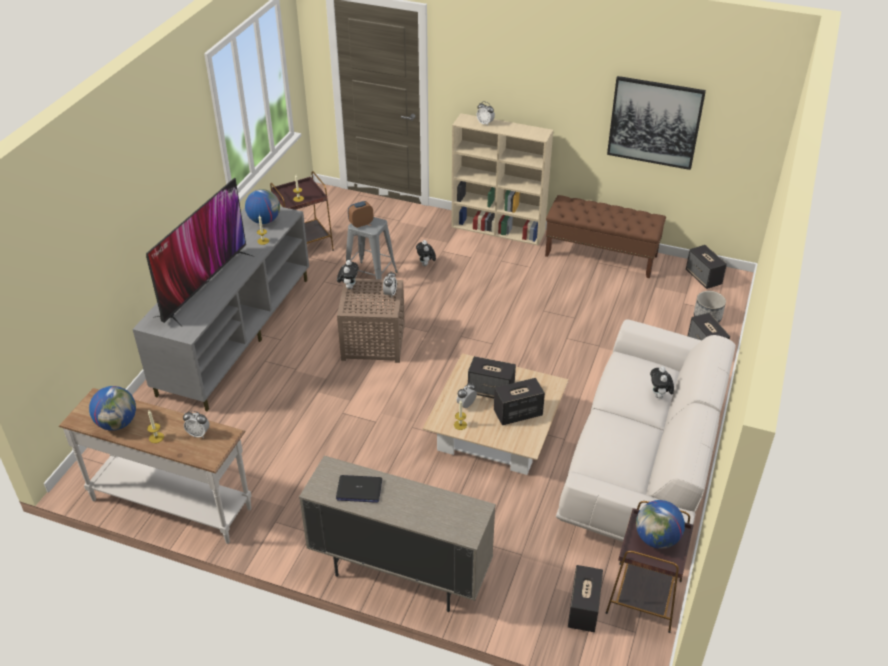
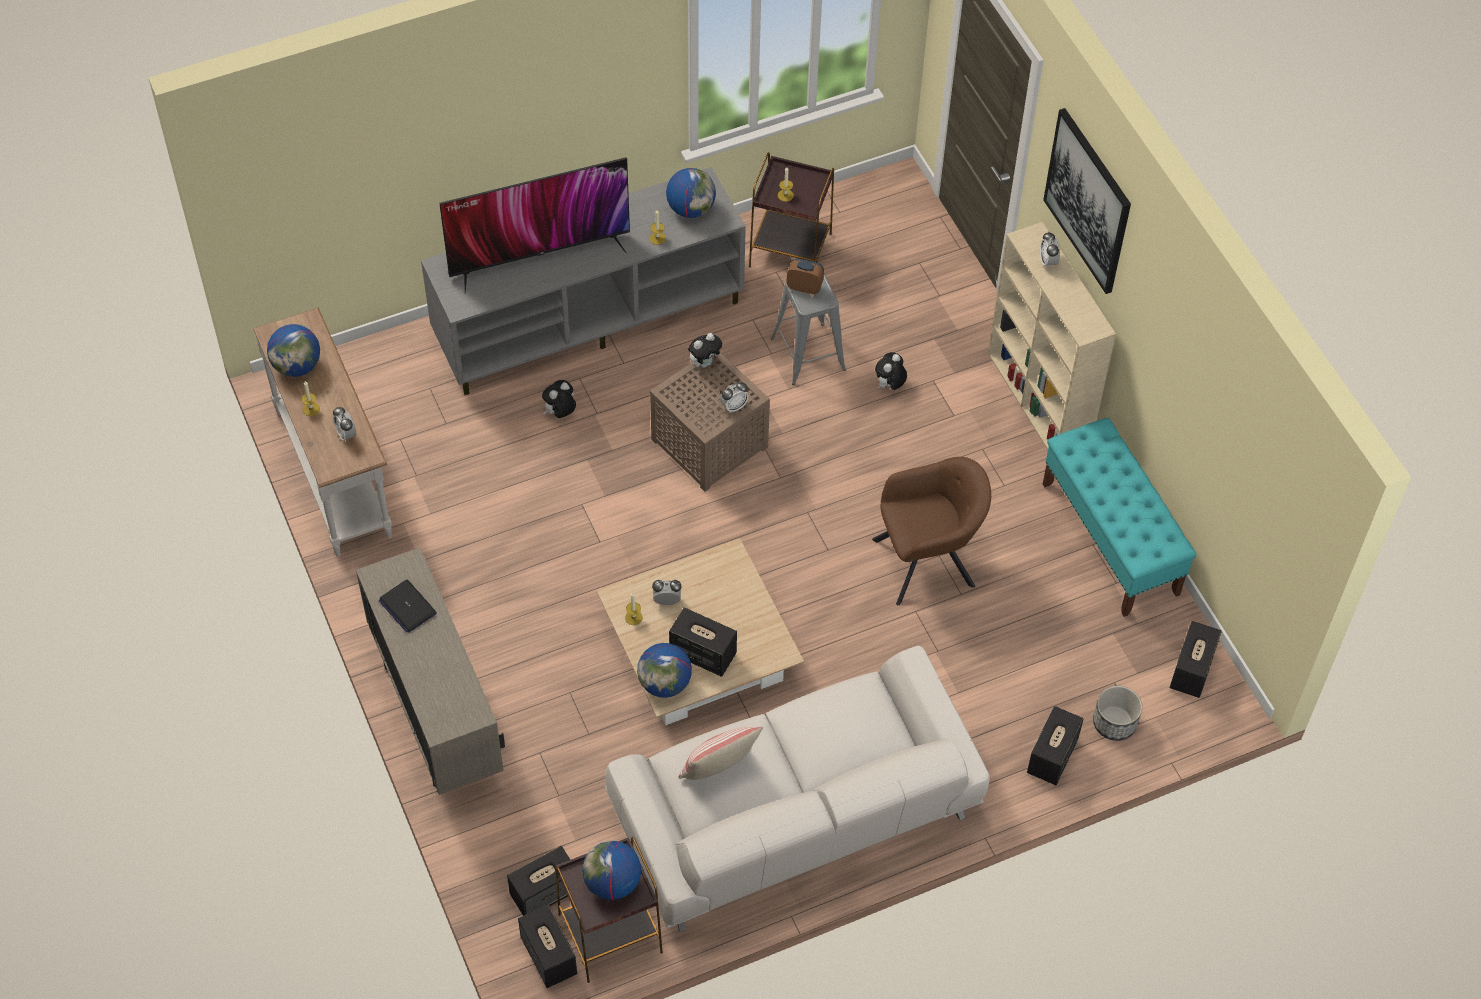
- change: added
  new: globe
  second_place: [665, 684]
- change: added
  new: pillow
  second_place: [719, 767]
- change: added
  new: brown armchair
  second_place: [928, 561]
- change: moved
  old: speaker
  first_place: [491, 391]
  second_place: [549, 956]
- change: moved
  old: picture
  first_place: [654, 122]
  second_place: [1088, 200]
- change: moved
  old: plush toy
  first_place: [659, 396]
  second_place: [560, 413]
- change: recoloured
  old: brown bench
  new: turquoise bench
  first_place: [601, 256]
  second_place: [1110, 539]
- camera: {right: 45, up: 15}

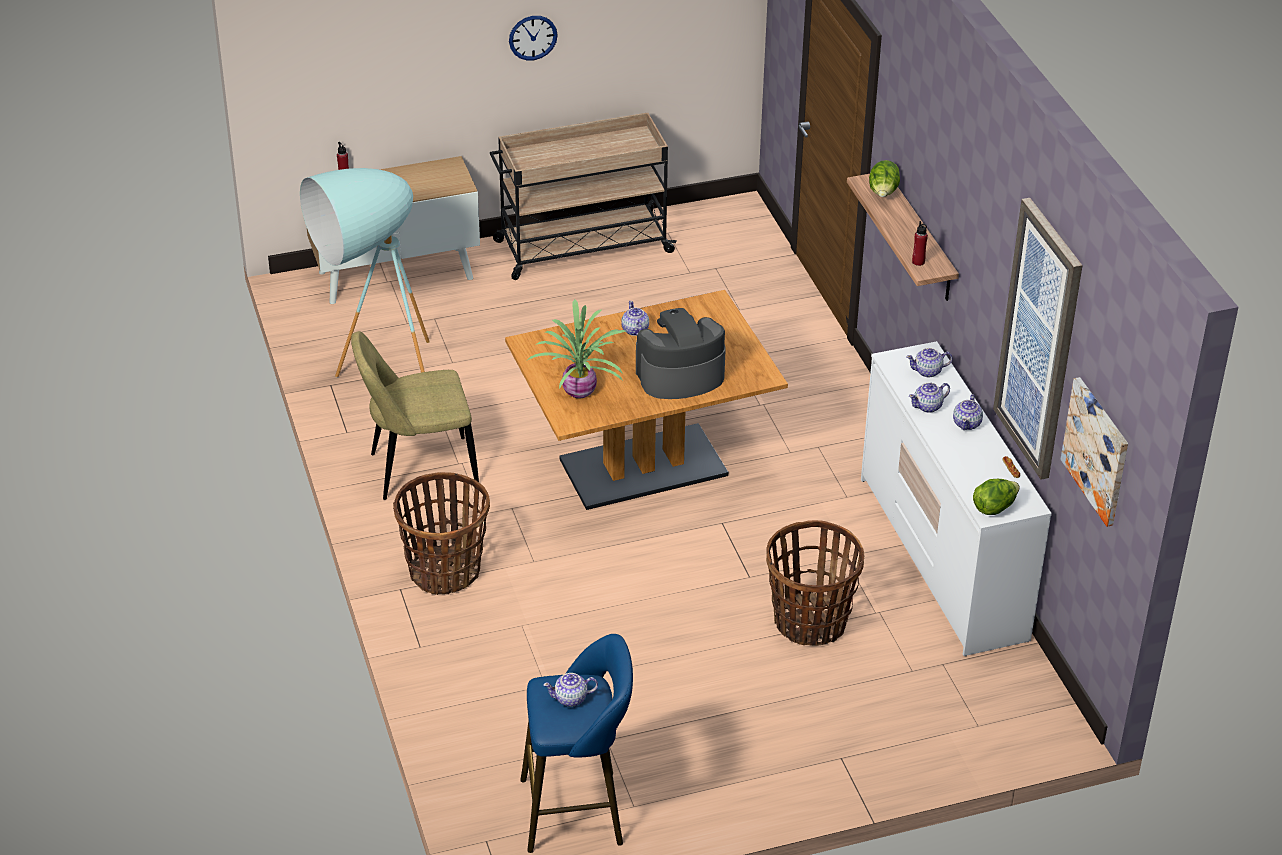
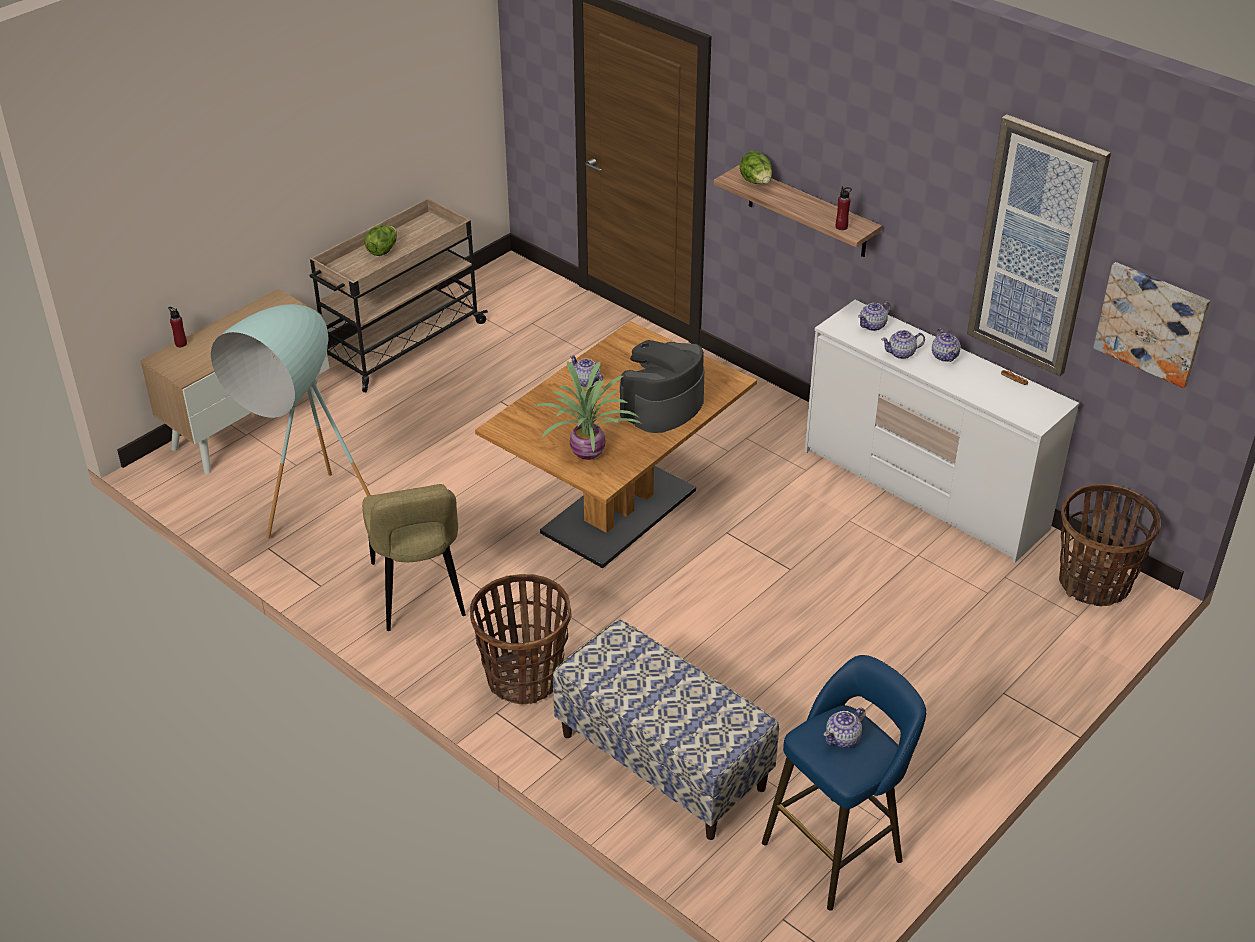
- change: removed
  old: wall clock
  first_place: [533, 37]
- change: added
  new: bench
  second_place: [661, 761]
- change: moved
  old: basket
  first_place: [810, 622]
  second_place: [1094, 583]
- change: moved
  old: lettuce
  first_place: [994, 507]
  second_place: [382, 250]
- change: turned
  old: beige chair
  first_place: [418, 470]
  second_place: [419, 594]
  degrees: -60
- change: turned
  old: teapot
  first_place: [928, 406]
  second_place: [901, 353]
  degrees: 45
- camera: {right: -30, up: 0}

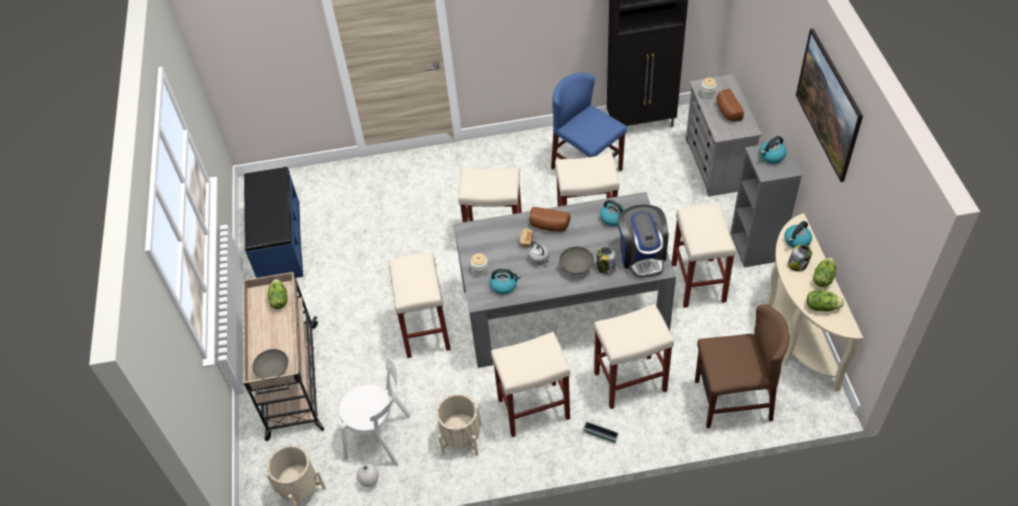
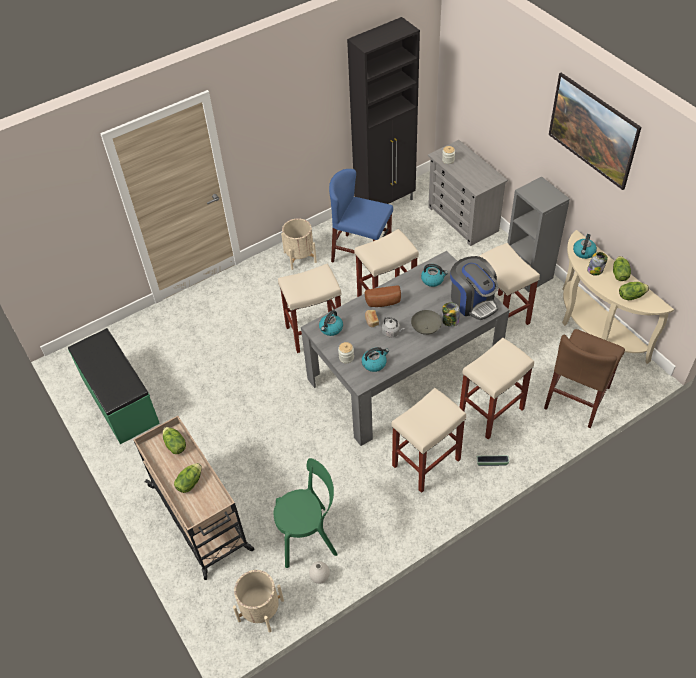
- change: removed
  old: grey bowl
  first_place: [273, 370]
- change: removed
  old: beige stool
  first_place: [424, 330]
- change: removed
  old: bread
  first_place: [727, 111]
- change: added
  new: lettuce
  second_place: [189, 482]
- change: moved
  old: beige planter
  first_place: [461, 438]
  second_place: [300, 257]
- change: moved
  old: kettle
  first_place: [771, 156]
  second_place: [331, 329]
- change: recoloured
  old: blue bench
  new: green bench
  first_place: [279, 242]
  second_place: [119, 401]
- change: recoloured
  old: white chair
  new: green chair
  first_place: [381, 437]
  second_place: [309, 536]
- change: turned
  old: brown chair
  first_place: [732, 400]
  second_place: [577, 397]
  degrees: 150
- camera: {right: -25, up: 0}

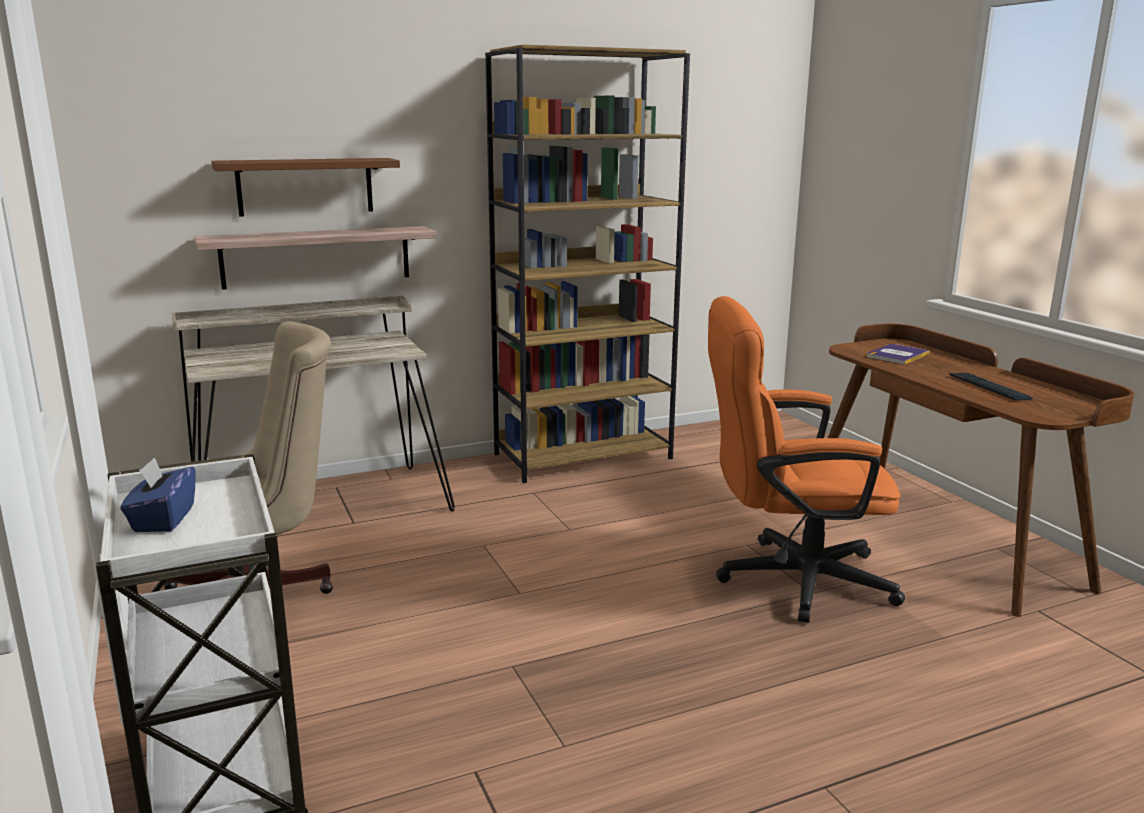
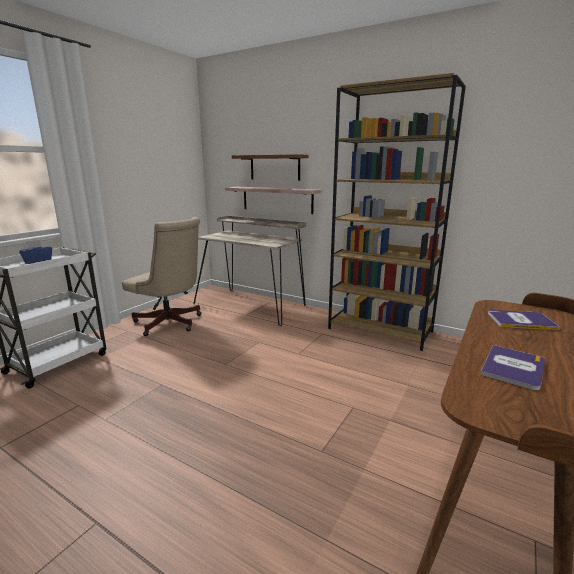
- change: removed
  old: orange office chair
  first_place: [788, 579]
- change: replaced
  old: keyboard
  new: book
  first_place: [988, 387]
  second_place: [513, 368]
- camera: {right: 55, up: 0}

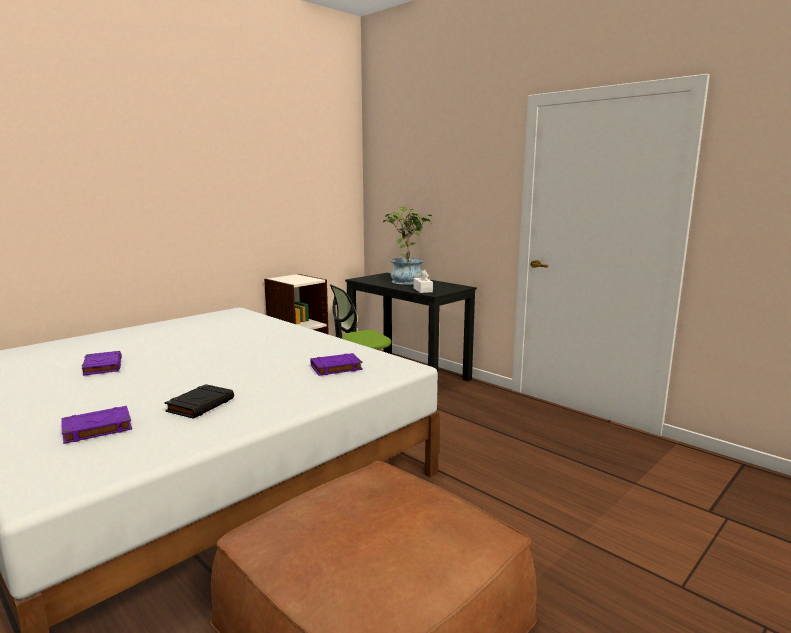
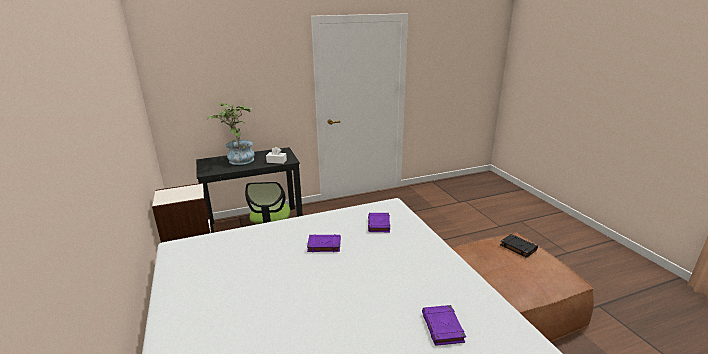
- change: moved
  old: purple book
  first_place: [102, 366]
  second_place: [323, 245]
- change: moved
  old: black book
  first_place: [201, 405]
  second_place: [517, 247]
- camera: {right: -65, up: 10}

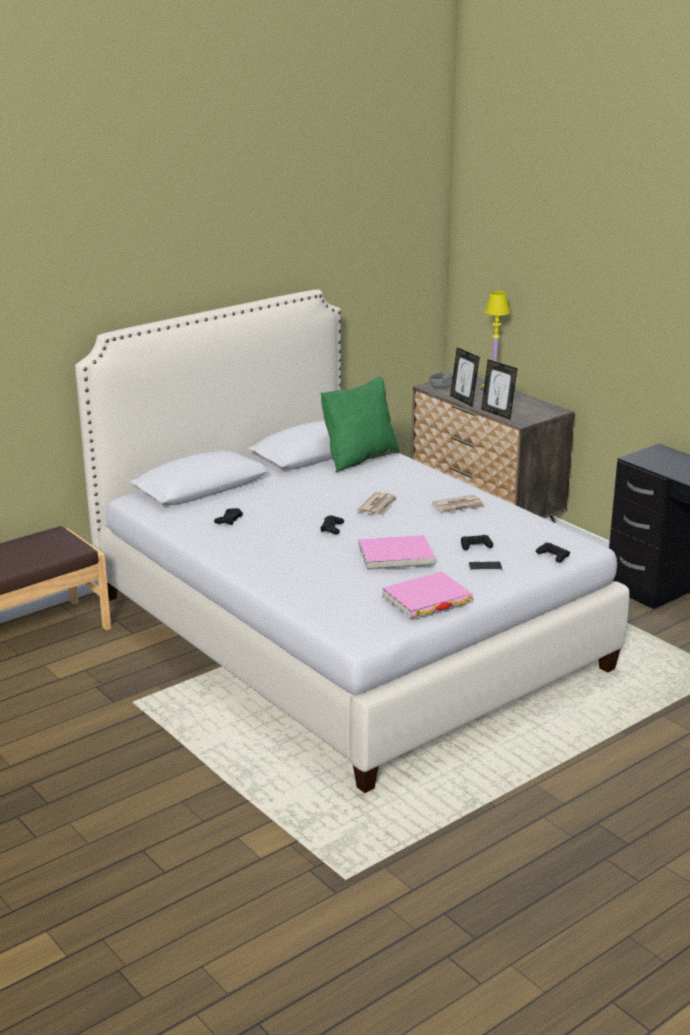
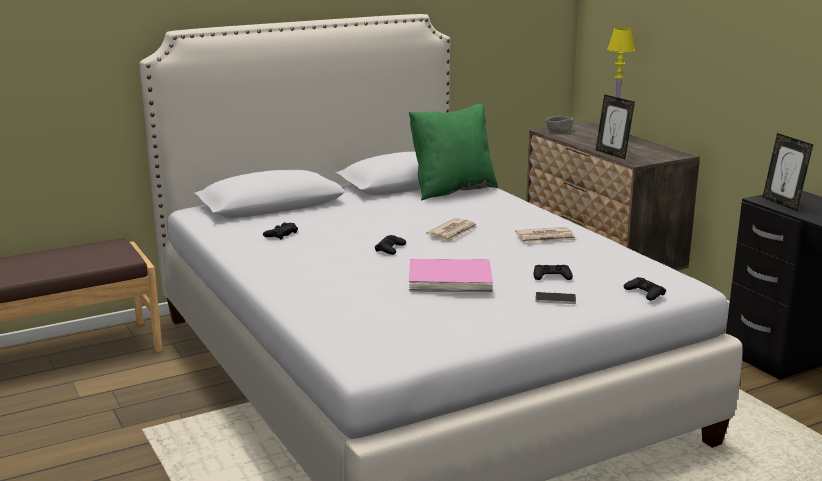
- change: removed
  old: pink book
  first_place: [427, 599]
- change: moved
  old: picture frame
  first_place: [463, 400]
  second_place: [782, 203]
- camera: {right: 10, up: -5}

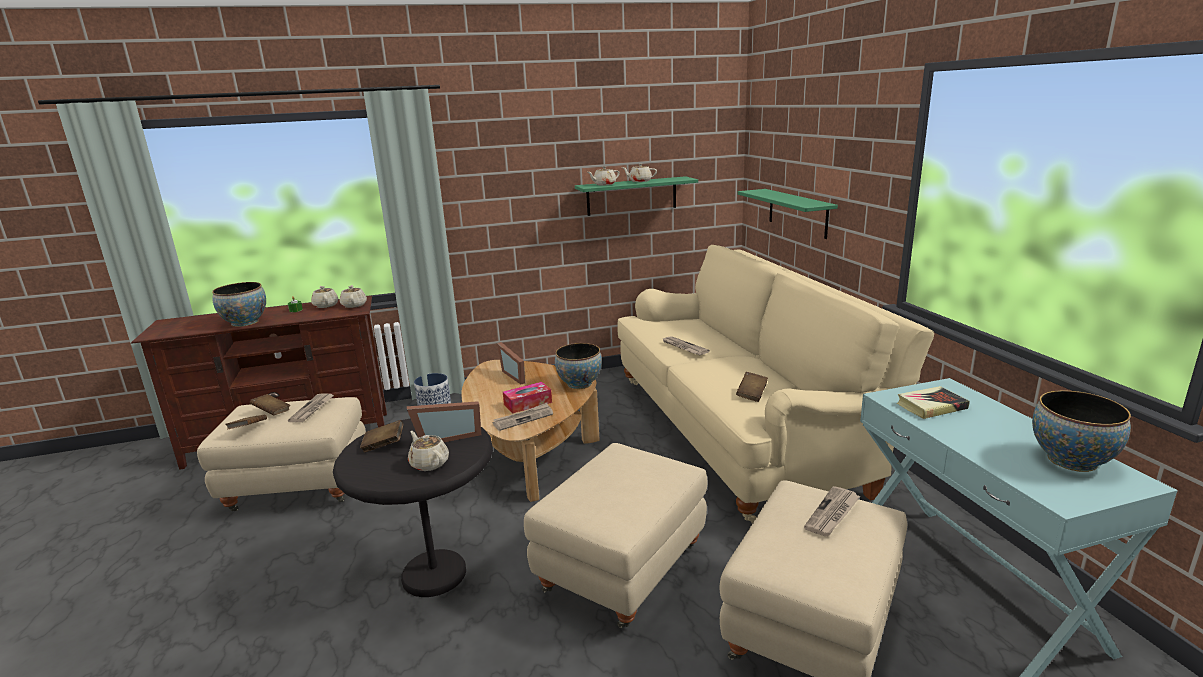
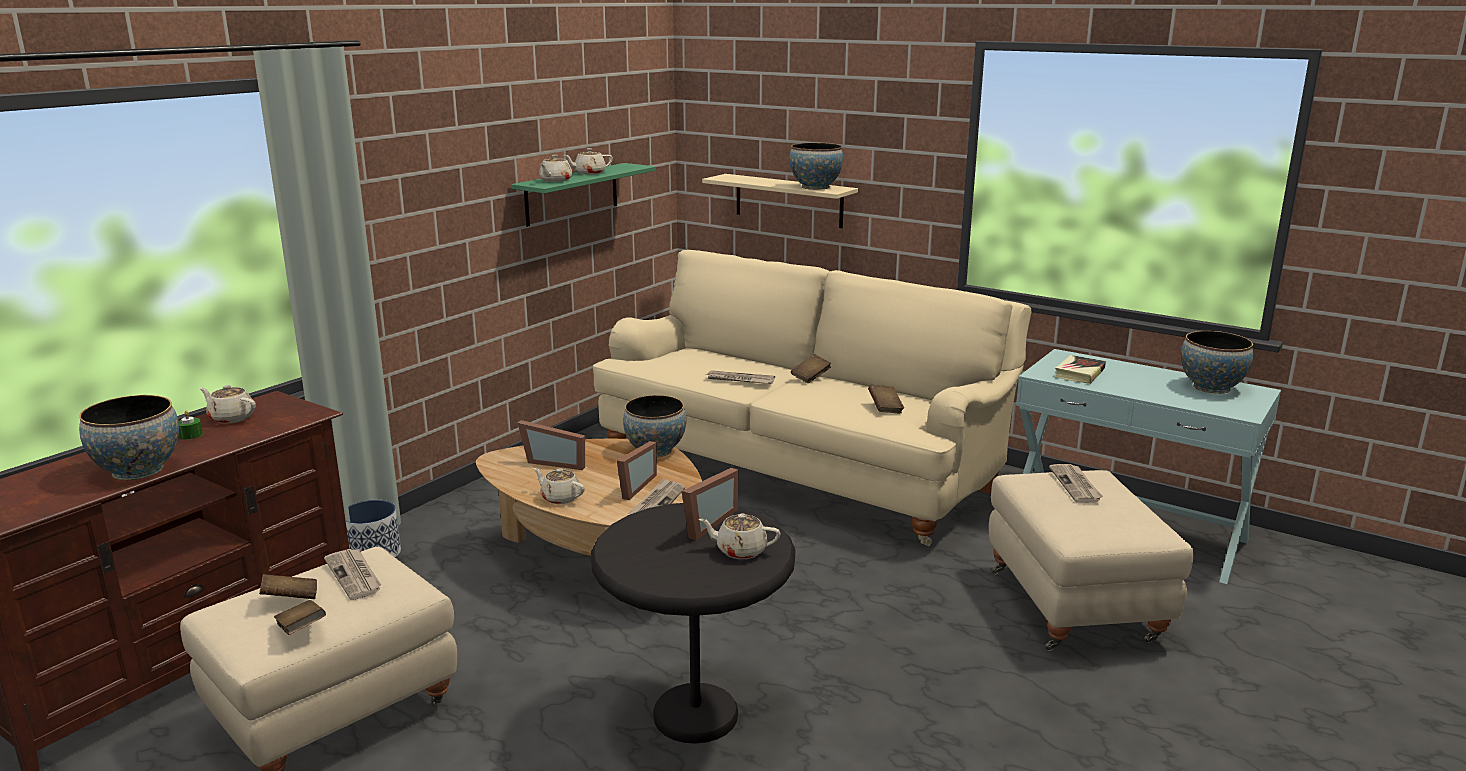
- change: removed
  old: beige ottoman
  first_place: [623, 573]
- change: added
  new: bowl
  second_place: [815, 187]
- change: moved
  old: beige teapot
  first_place: [354, 305]
  second_place: [560, 498]
- change: moved
  old: brown book
  first_place: [384, 445]
  second_place: [810, 377]
- change: replaced
  old: tissue box
  new: picture frame
  first_place: [528, 403]
  second_place: [632, 487]
- change: recoloured
  old: green shelf
  new: beige shelf
  first_place: [797, 213]
  second_place: [788, 200]
- camera: {right: -40, up: 0}

